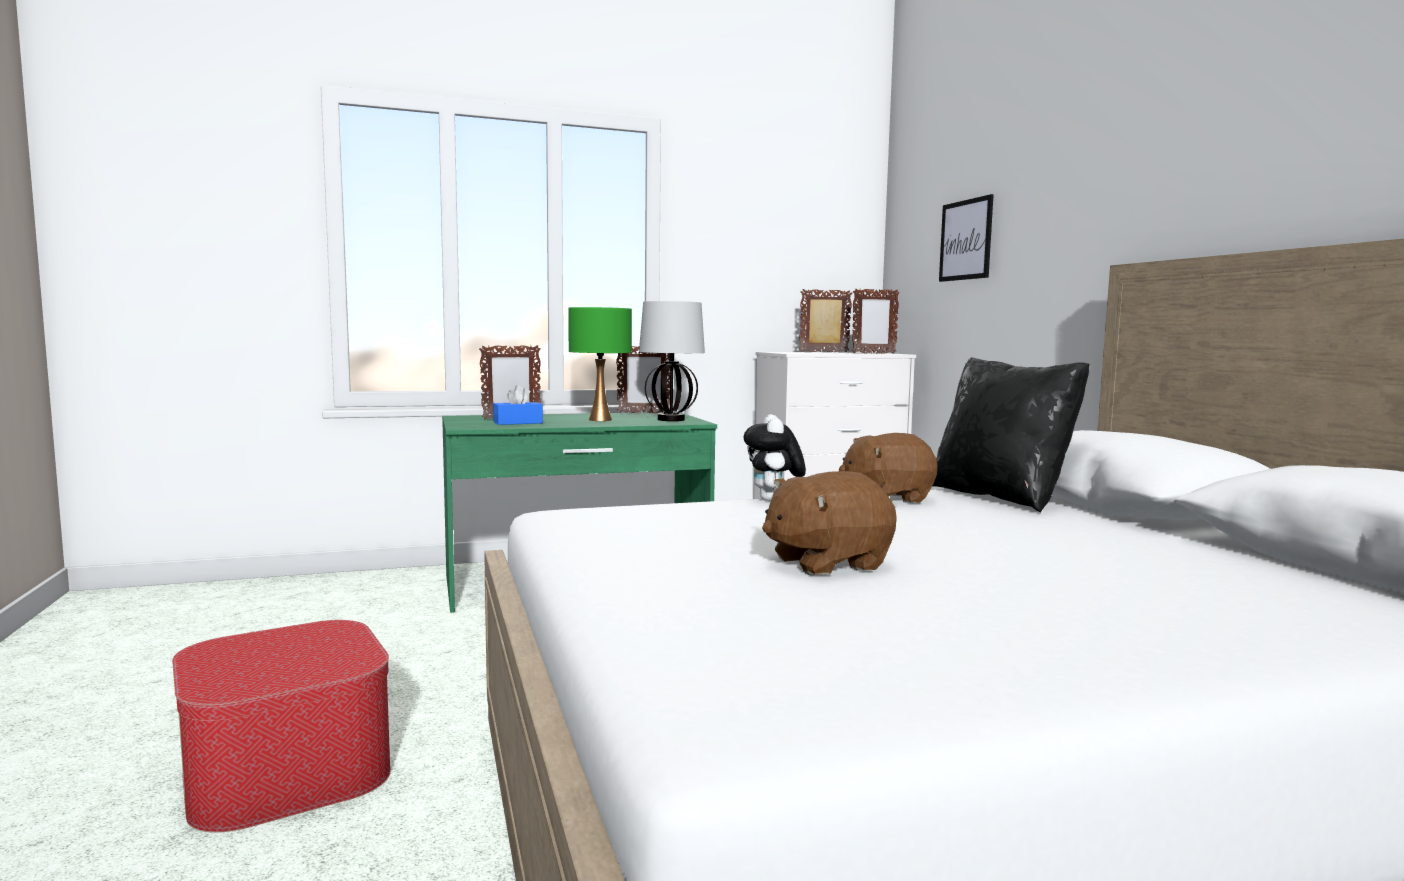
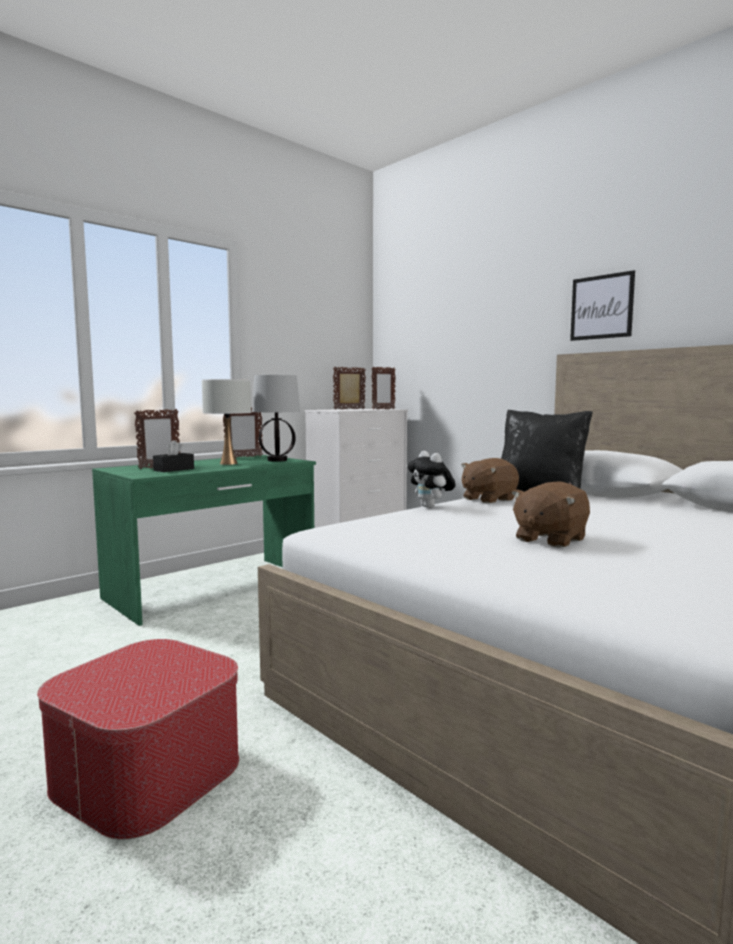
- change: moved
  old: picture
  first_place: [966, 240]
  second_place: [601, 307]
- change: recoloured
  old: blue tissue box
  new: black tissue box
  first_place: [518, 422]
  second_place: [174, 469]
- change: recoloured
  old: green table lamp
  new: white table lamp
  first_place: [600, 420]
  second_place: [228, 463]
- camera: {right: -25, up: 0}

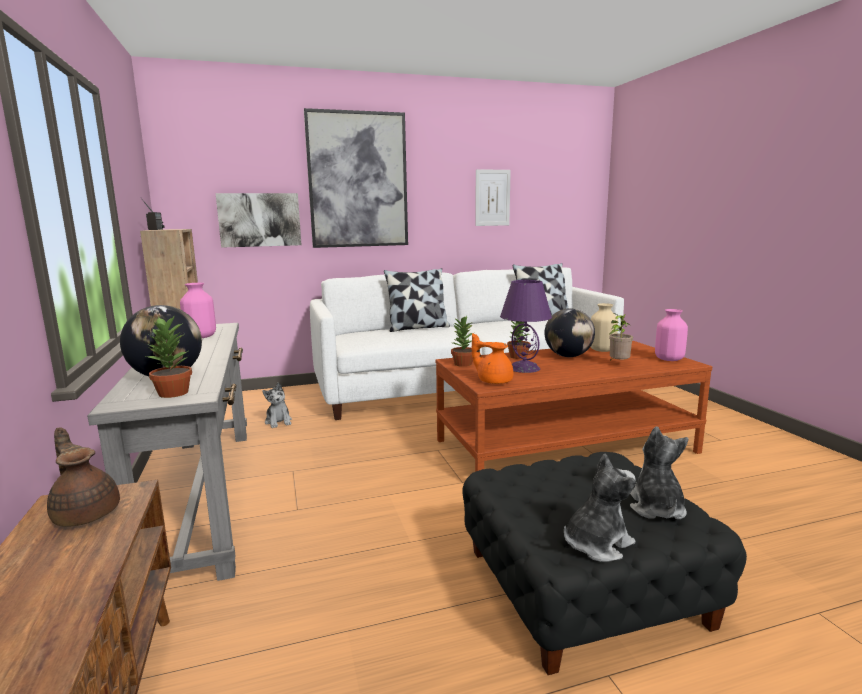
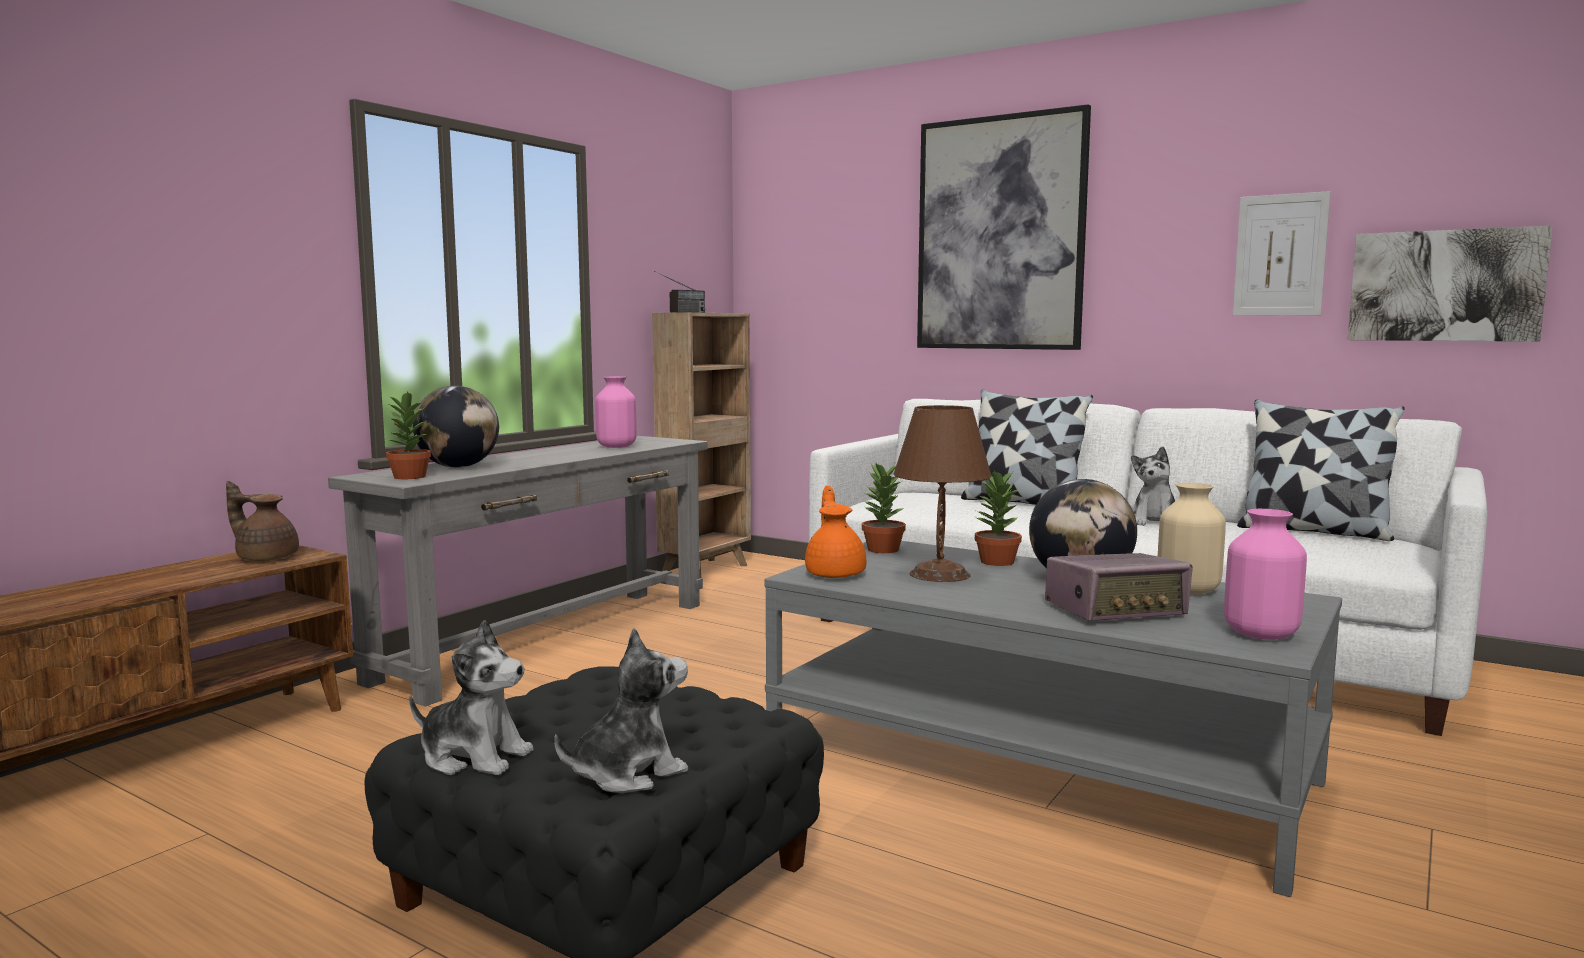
- change: moved
  old: picture
  first_place: [259, 220]
  second_place: [1444, 286]
- change: moved
  old: plush toy
  first_place: [278, 421]
  second_place: [1154, 522]
- change: replaced
  old: potted plant
  new: radio
  first_place: [618, 364]
  second_place: [1116, 611]
- change: recoloured
  old: brown coffee table
  new: grey coffee table
  first_place: [565, 446]
  second_place: [1037, 767]
- change: recoloured
  old: purple table lamp
  new: brown table lamp
  first_place: [524, 368]
  second_place: [940, 574]
- change: turned
  old: brown teapot
  first_place: [86, 513]
  second_place: [266, 558]
  degrees: -75
- camera: {right: 50, up: -5}

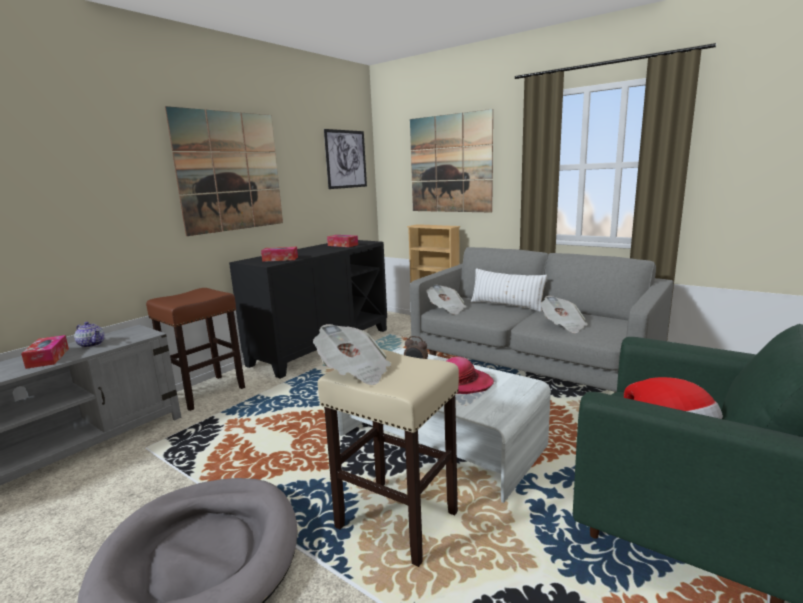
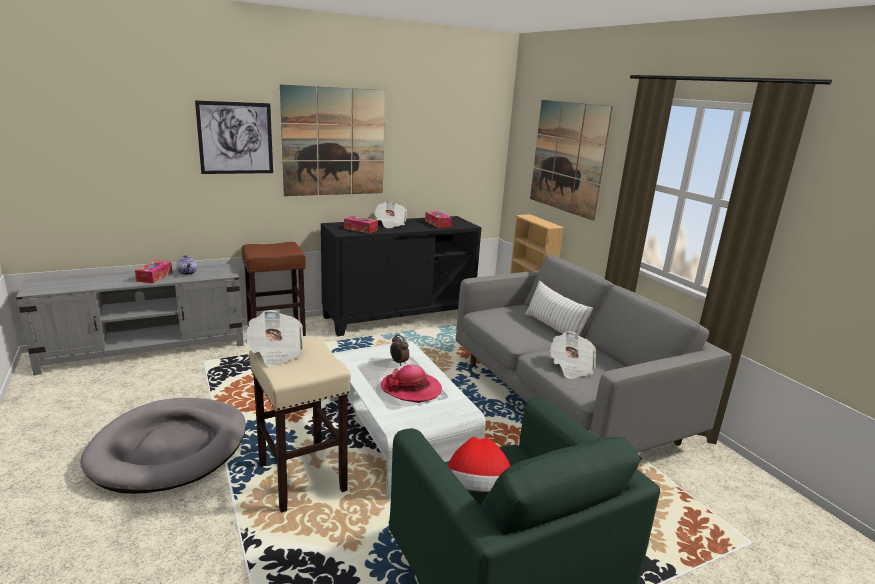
- change: moved
  old: picture
  first_place: [346, 159]
  second_place: [235, 138]
- change: moved
  old: newspaper
  first_place: [446, 309]
  second_place: [390, 224]
- camera: {right: 25, up: 5}

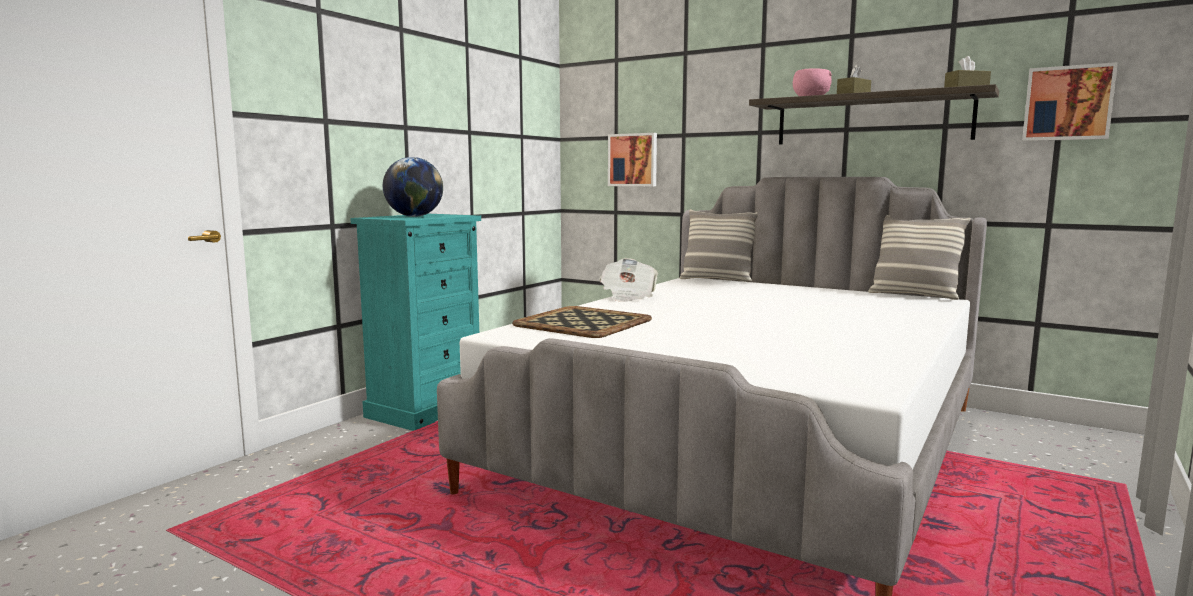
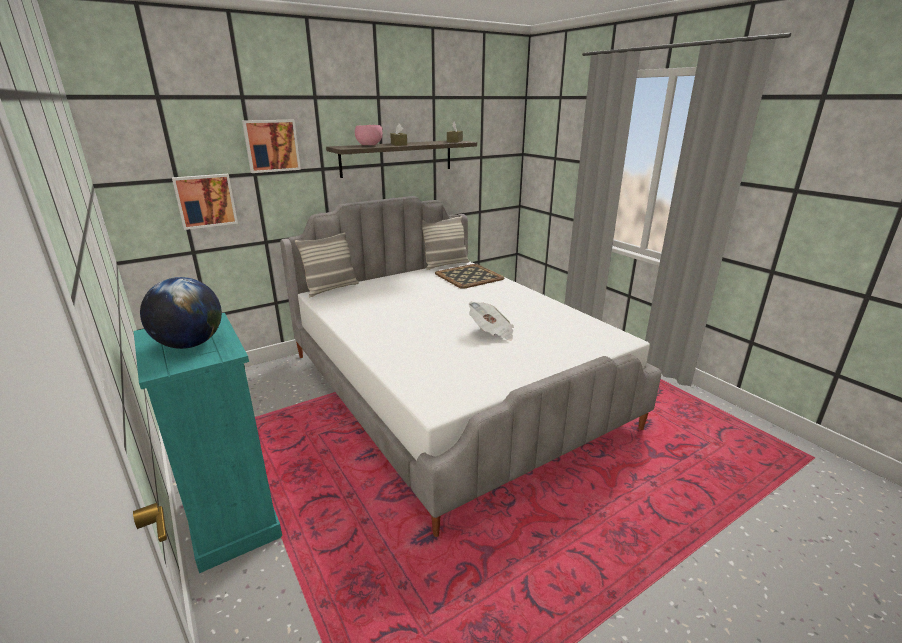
- change: moved
  old: tray
  first_place: [583, 323]
  second_place: [469, 276]
- change: moved
  old: newspaper
  first_place: [628, 296]
  second_place: [492, 332]
- change: moved
  old: picture
  first_place: [1068, 103]
  second_place: [271, 145]
- camera: {right: -65, up: 15}

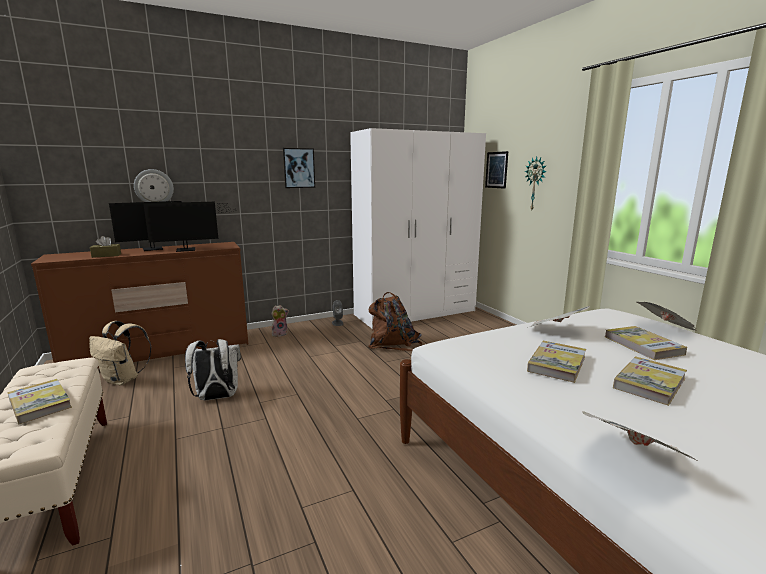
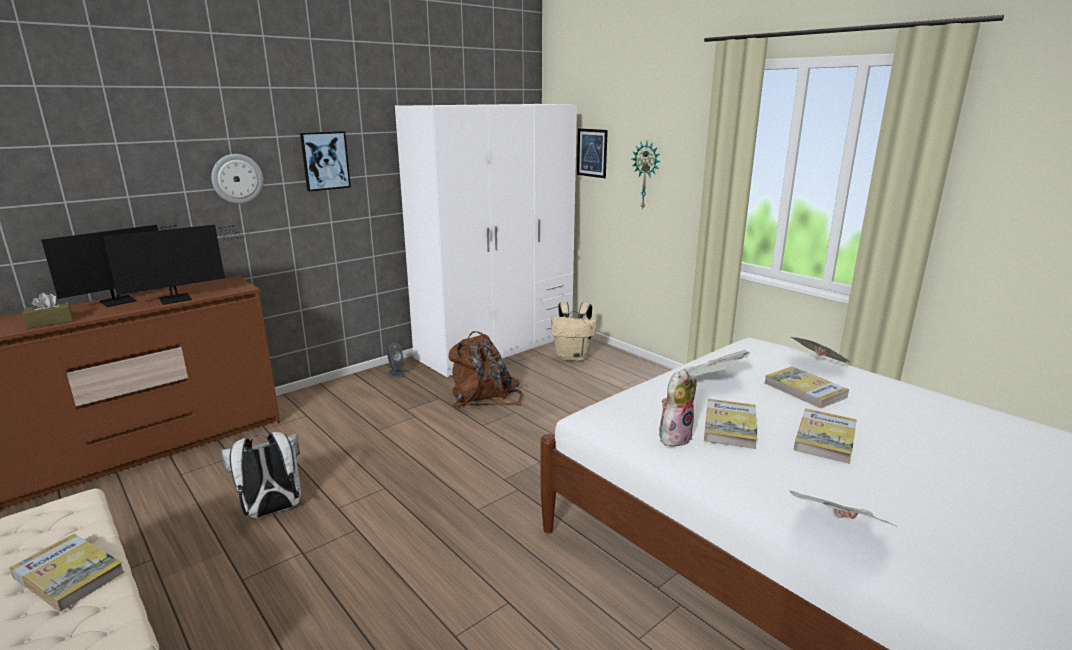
- change: moved
  old: beige backpack
  first_place: [123, 380]
  second_place: [573, 357]
- change: moved
  old: wall clock
  first_place: [154, 187]
  second_place: [237, 178]
- change: moved
  old: plush toy
  first_place: [280, 334]
  second_place: [674, 437]
- camera: {right: -15, up: 5}

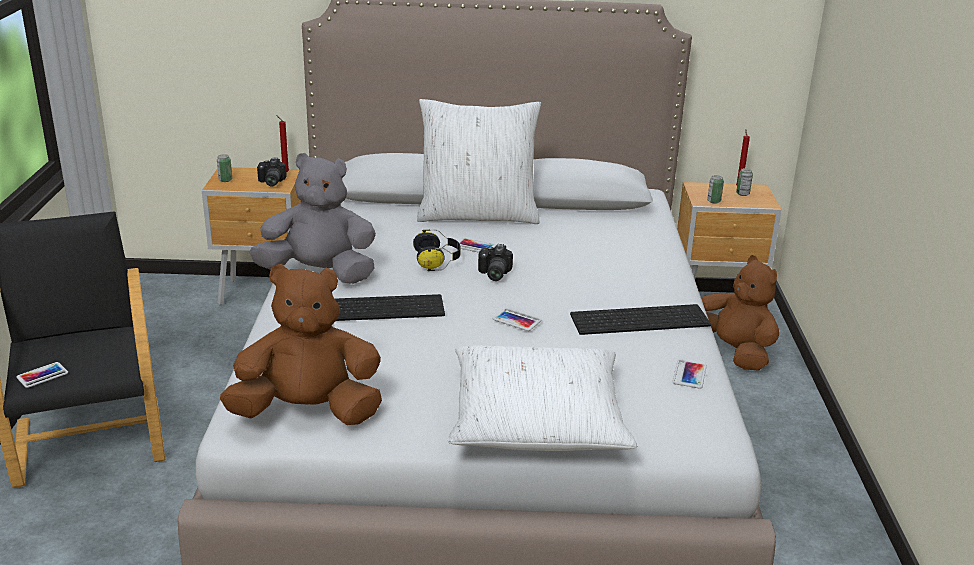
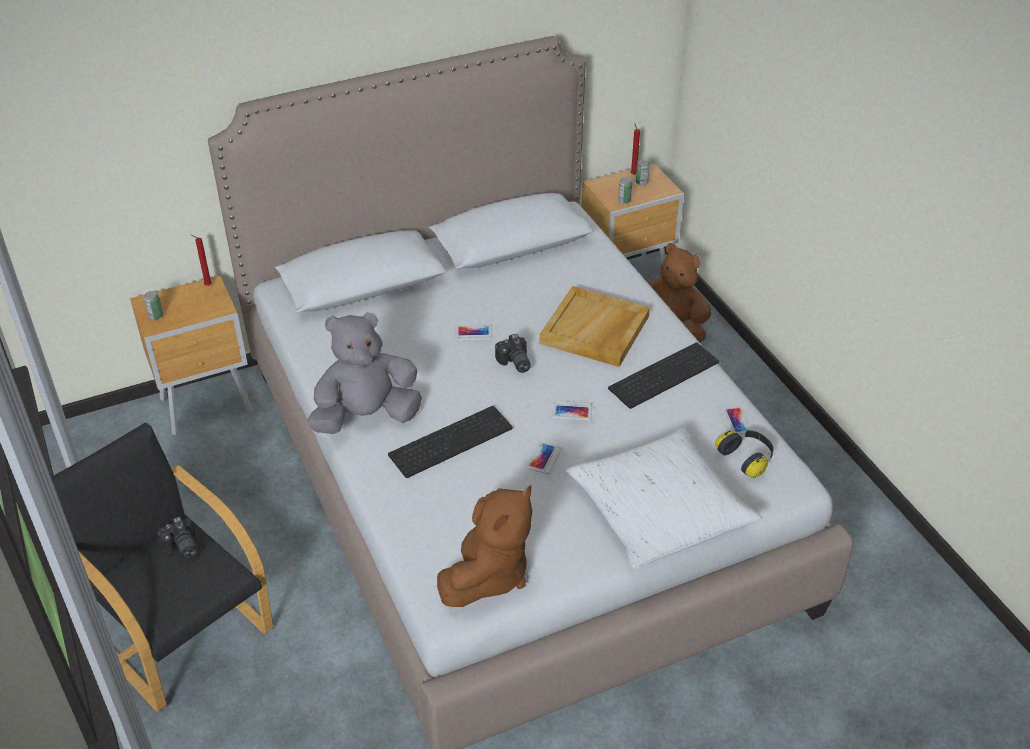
- change: removed
  old: white pillow
  first_place: [478, 215]
- change: added
  new: beige tray
  second_place: [595, 330]
- change: moved
  old: phone
  first_place: [42, 375]
  second_place: [544, 458]
- change: moved
  old: photo camera
  first_place: [270, 182]
  second_place: [181, 548]
- change: moved
  old: headphones
  first_place: [437, 260]
  second_place: [747, 458]
- change: turned
  old: brown plush toy
  first_place: [308, 412]
  second_place: [488, 574]
  degrees: 150
- camera: {right: -25, up: 15}

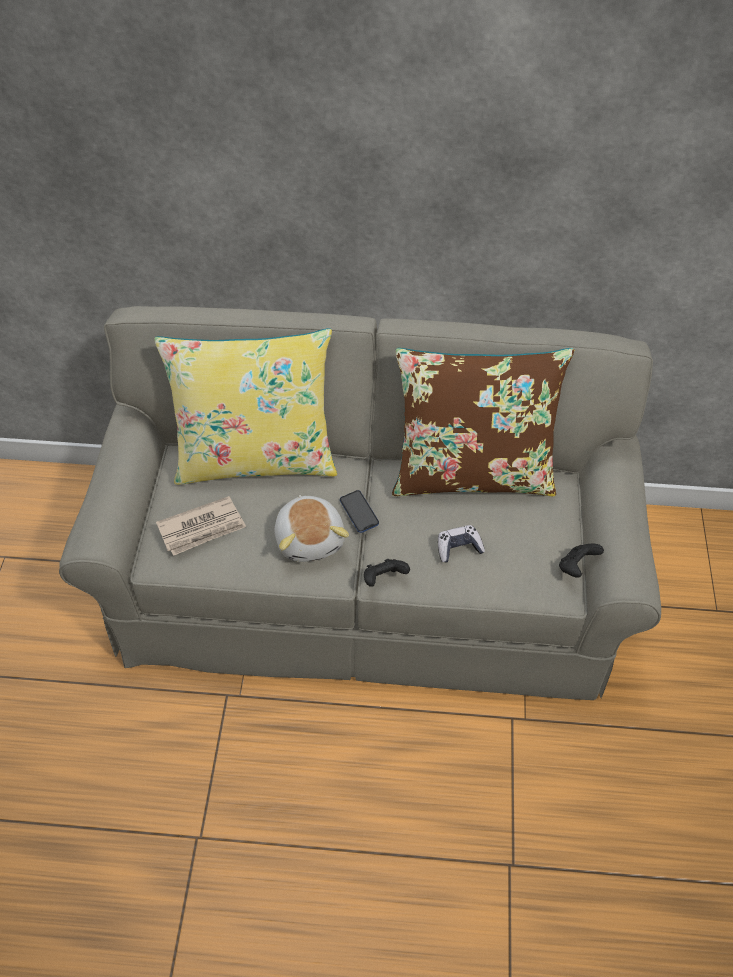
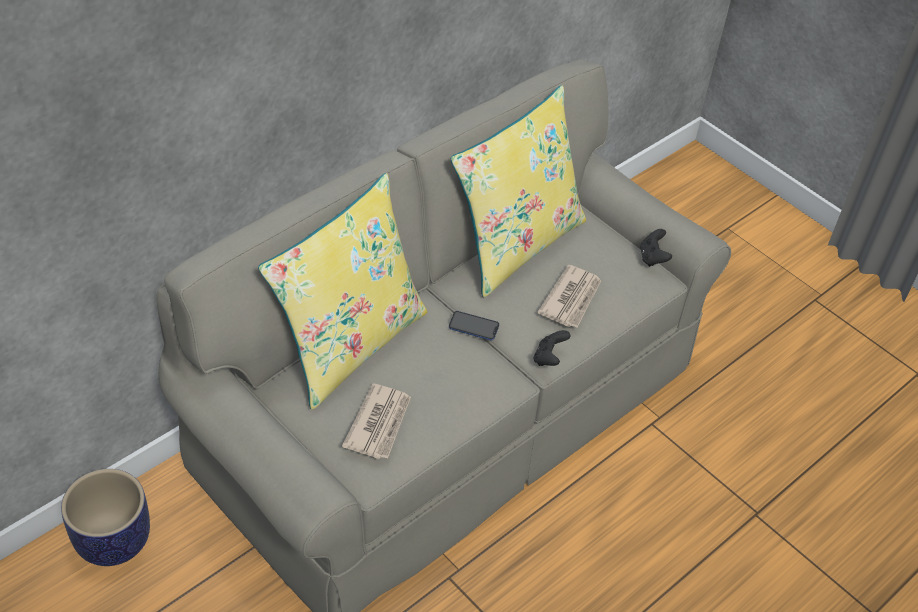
- change: removed
  old: plush toy
  first_place: [310, 539]
- change: added
  new: planter
  second_place: [114, 540]
- change: replaced
  old: game controller
  new: newspaper
  first_place: [458, 548]
  second_place: [571, 299]
- change: recoloured
  old: brown pillow
  new: yellow pillow
  first_place: [472, 473]
  second_place: [515, 244]
- camera: {right: -50, up: -5}

